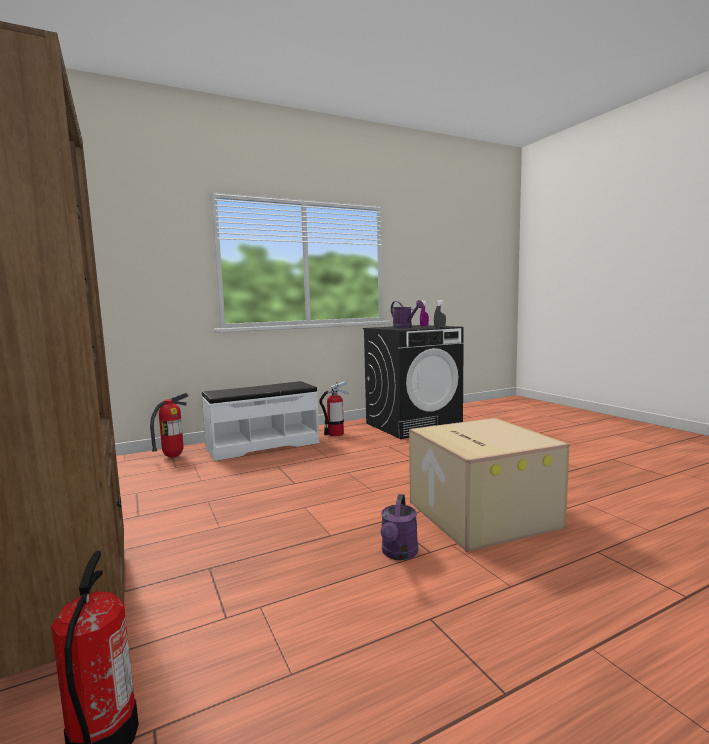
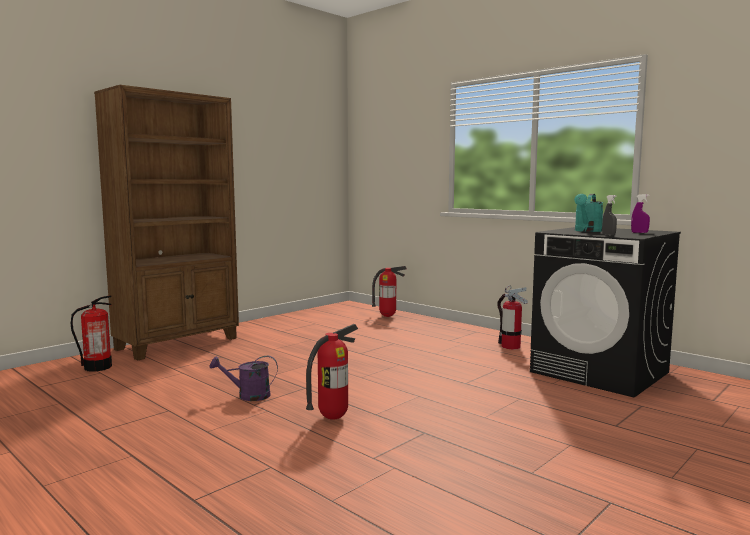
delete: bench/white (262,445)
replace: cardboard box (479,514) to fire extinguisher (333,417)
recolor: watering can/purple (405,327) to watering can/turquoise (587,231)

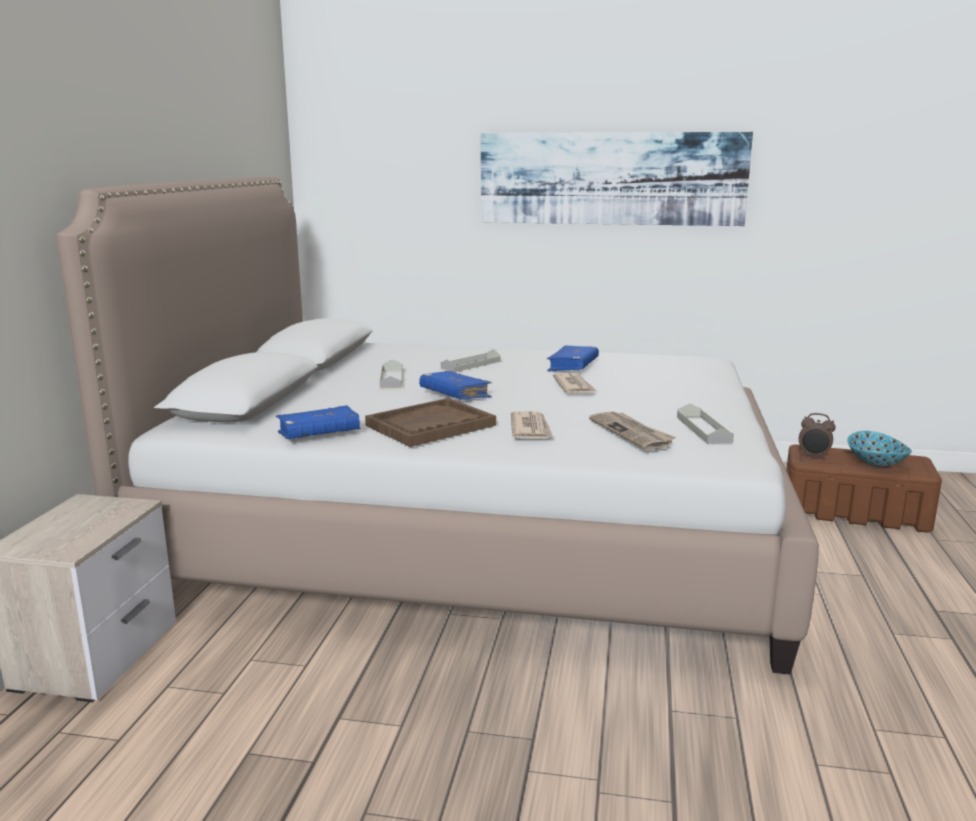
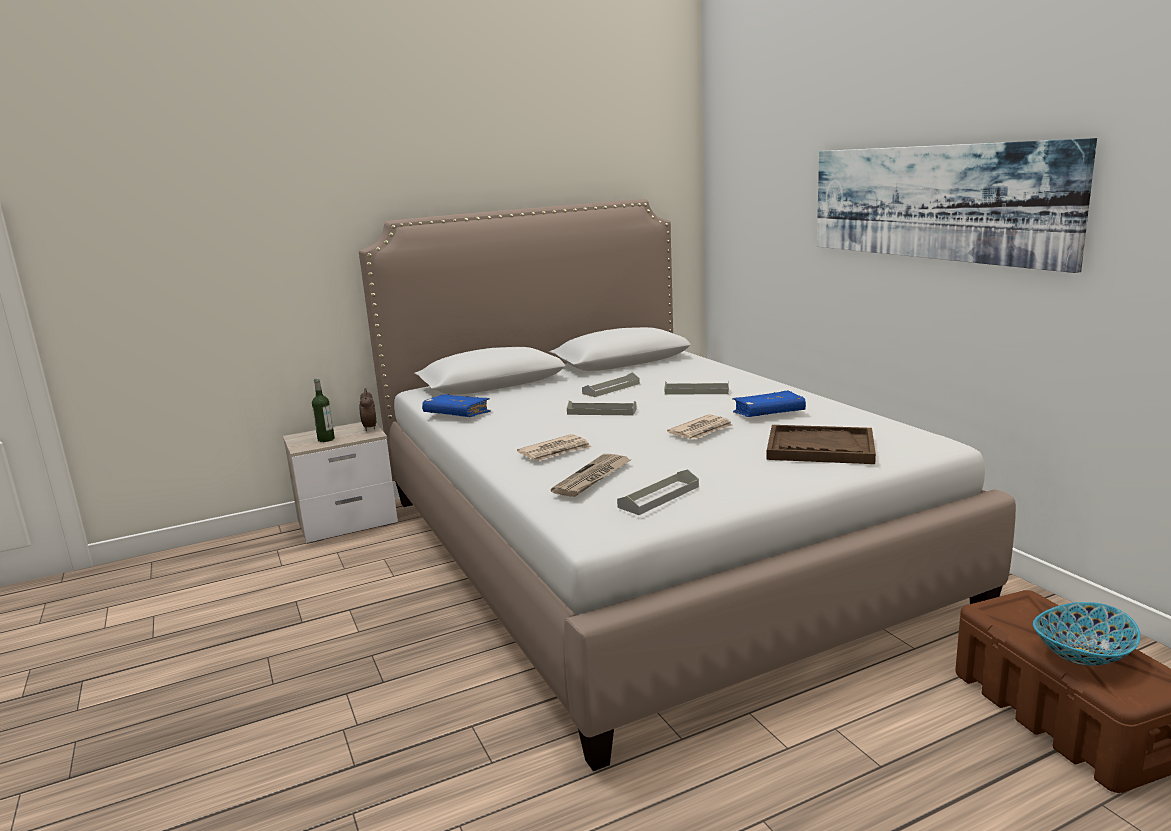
insert: bottle (326,439)
move: tray/brown (430,425) to (820,448); alarm clock (813,456) to (369,428)
replace: book/blue (455,395) to tray/grey (601,411)

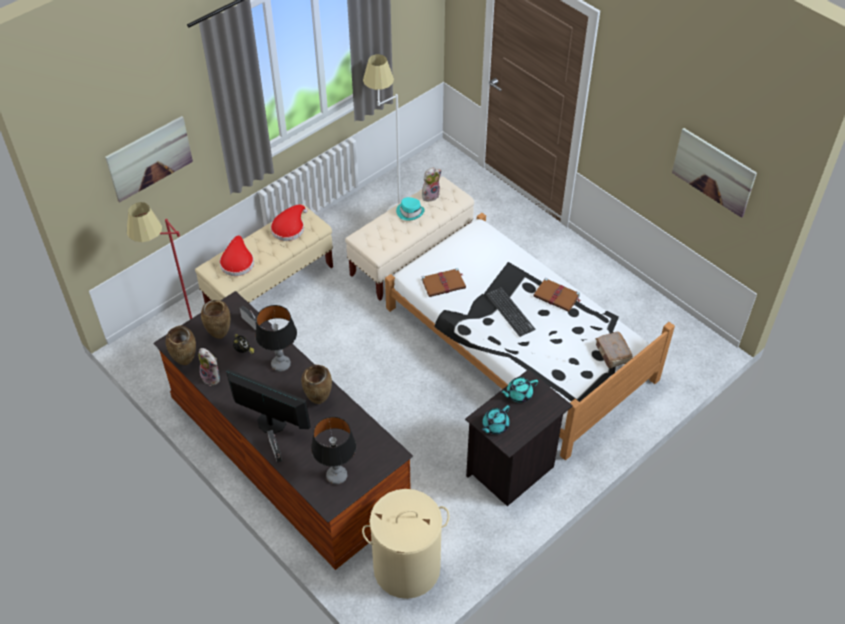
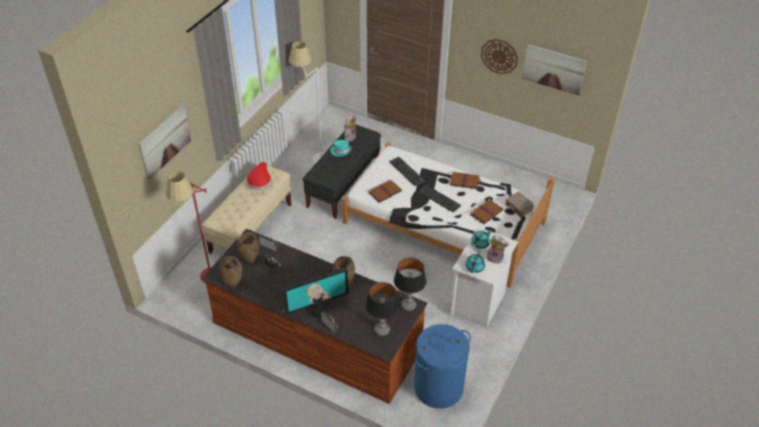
delete: hat/red (237,262)
insert: keyboard (406,171); book/brown (486,212); wall clock (499,56)
move: plush toy (212,377) to (495,258); table lamp (280,364) to (408,305)
recolor: bench/beige (411,257) to bench/black (343,185); laundry basket/beige (406,568) to laundry basket/blue (438,388); nightstand/black (512,470) to nightstand/white (478,304)
rotate: monitor (271,422) = (317,308) 150 degrees clockwise

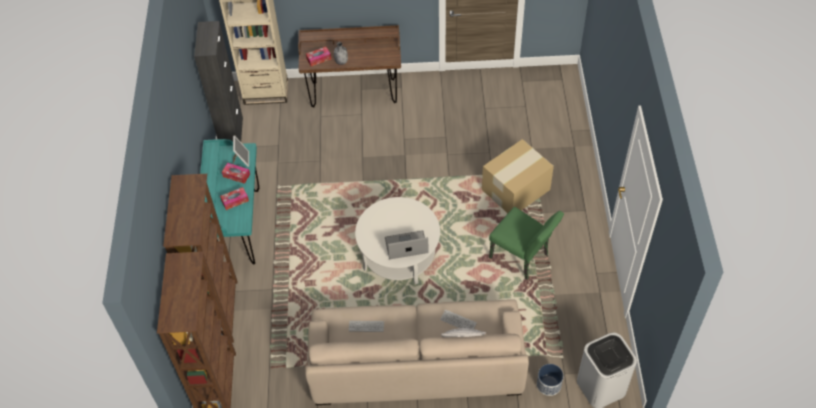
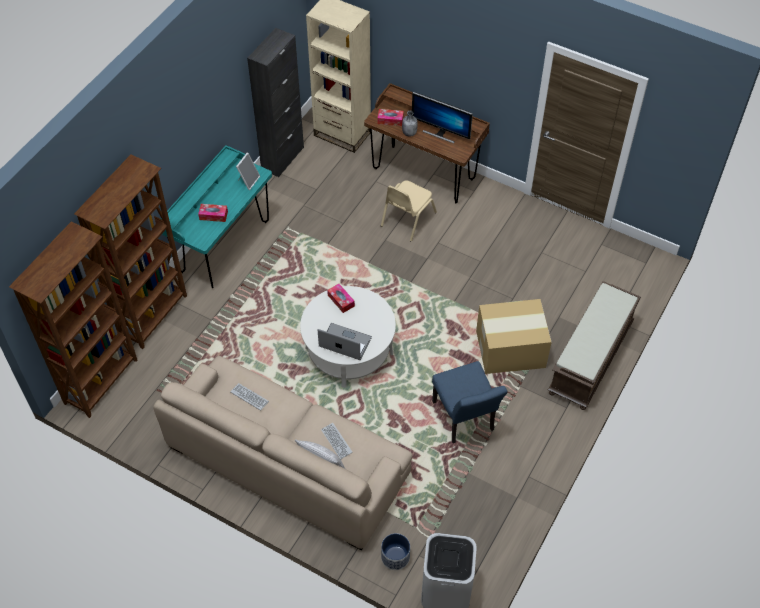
insert: chair/beige (407,219); monitor (440,133); bench/brown (591,359)
move: tissue box (236,175) to (341,300)
recolor: chair/green (522,258) to chair/blue (465,420)

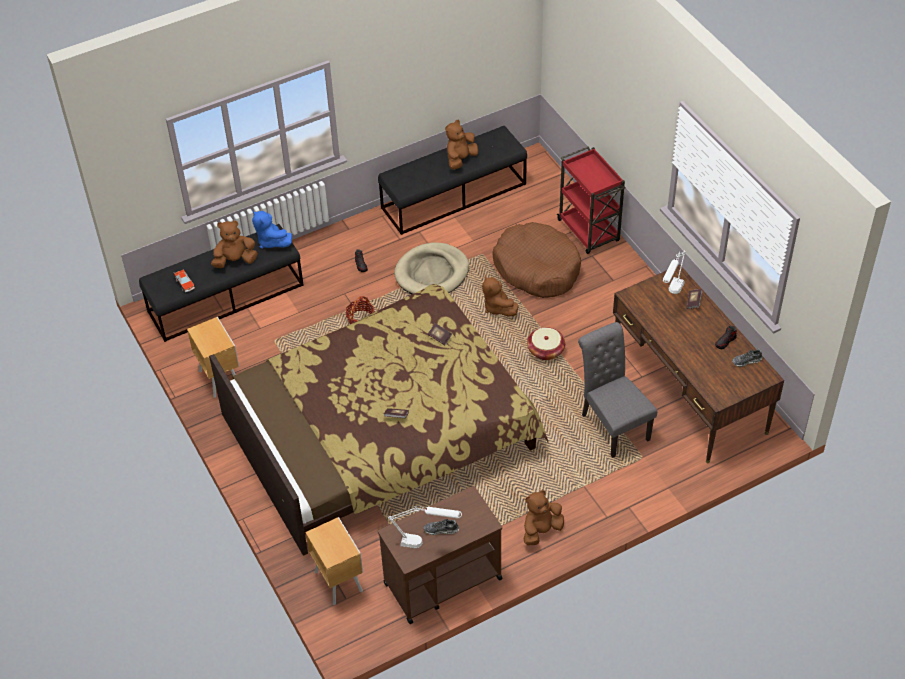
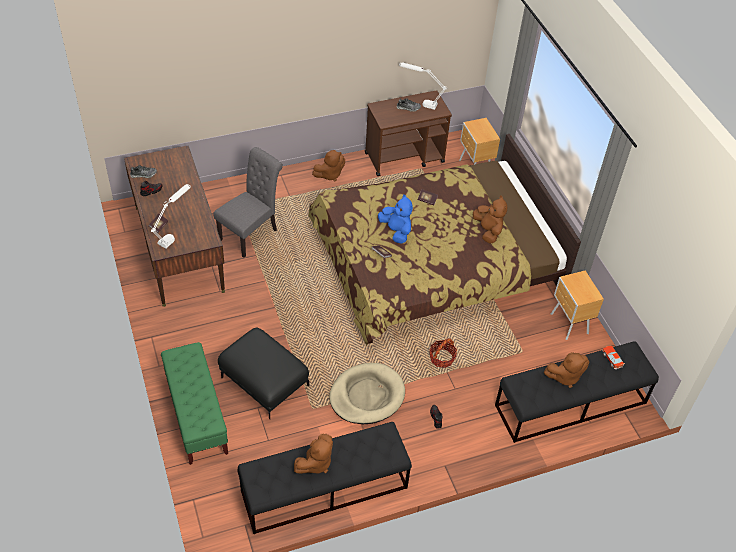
delete: basket (545,350)
move: plush toy/blue (271,241) to (396,231); plush toy/brown (497,307) to (488,231)
replace: dog bed/brown (537,268) to ottoman/black (263,382); cart/red (589,231) to bench/green (196,415)
rotate: chair/grey (612,424) = (251,233) 120 degrees counterclockwise

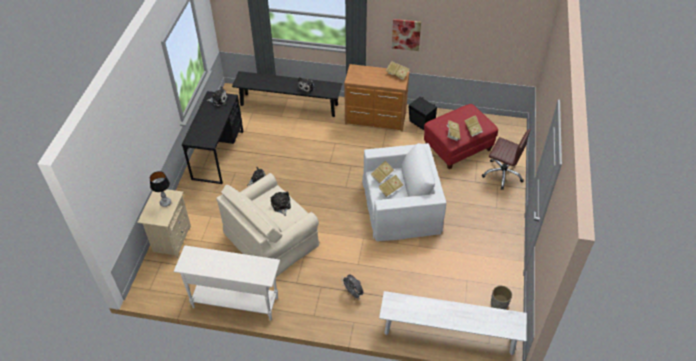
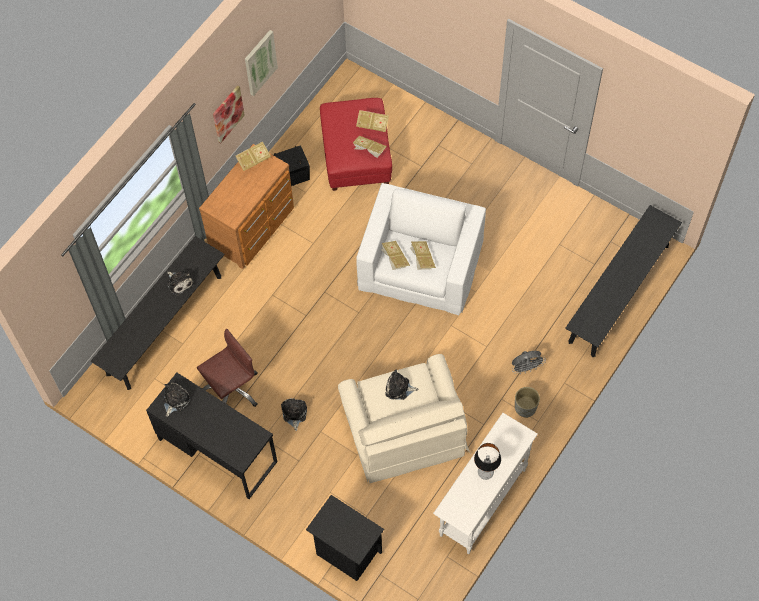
insert: picture (260,62)
move: table lamp (165,202) to (485,472); office chair/brown (502,174) to (231,389); planter/grey (499,304) to (525,407)
recolor: nightstand/beige (171,239) to nightstand/black (346,552); bench/white (449,333) to bench/black (619,293)

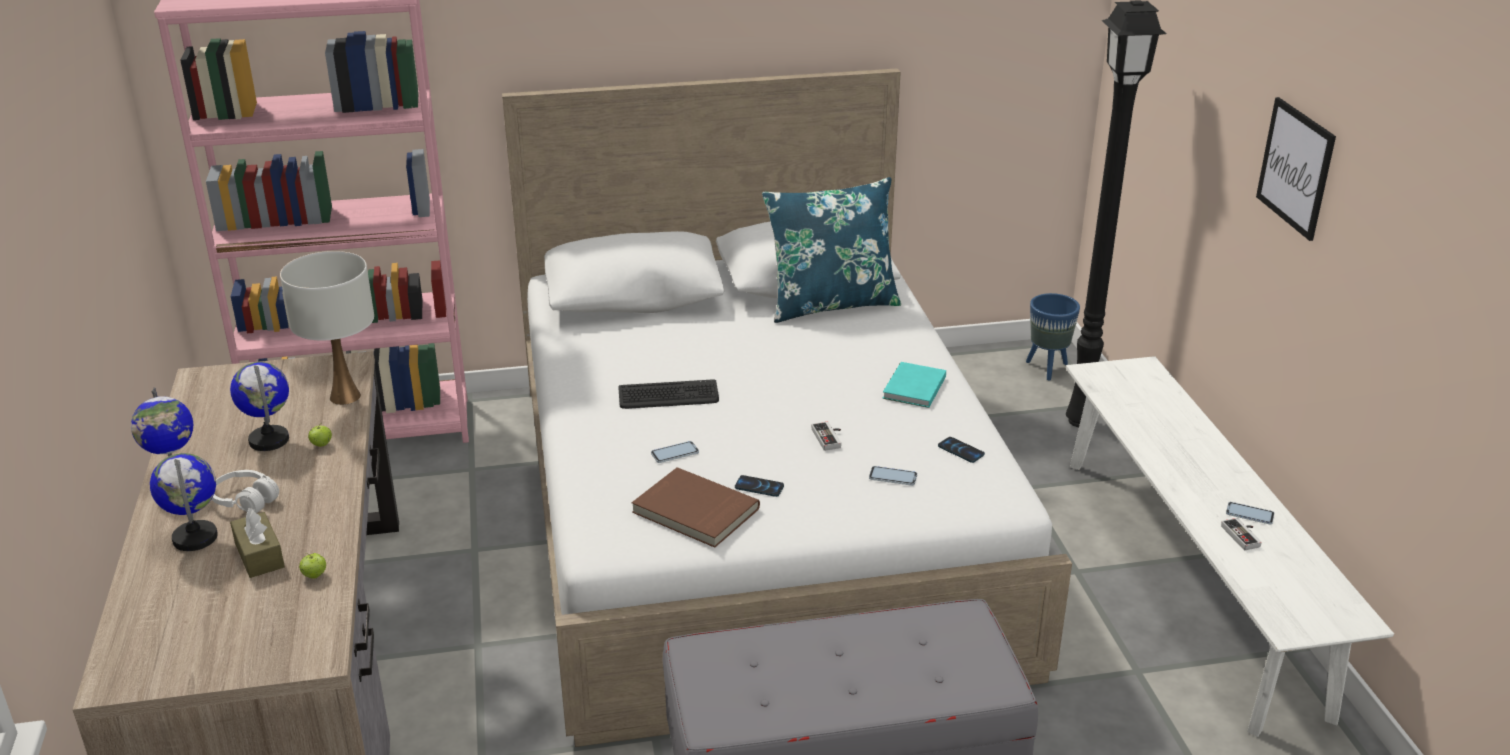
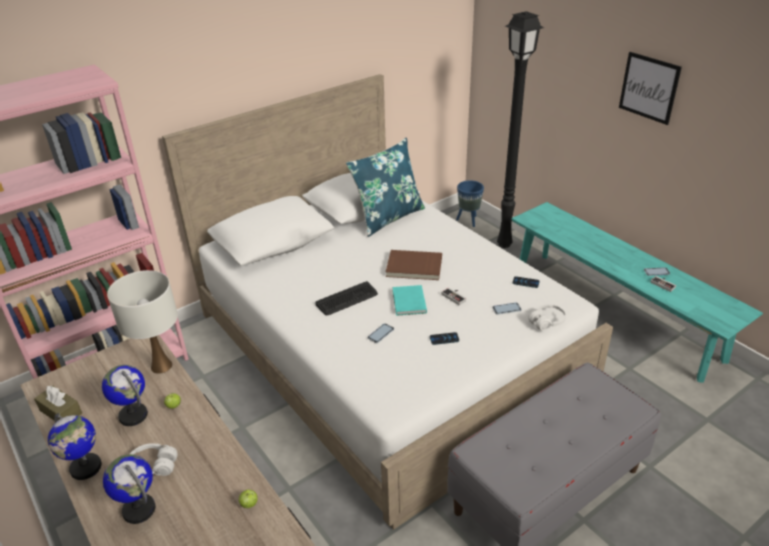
insert: headphones/white (546,321)
move: tissue box/brown (259,555) to (61,412); book/brown (694,512) to (414,267); book/turquoise (912,388) to (408,302)
recolor: bench/white (1188,578) to bench/turquoise (613,311)

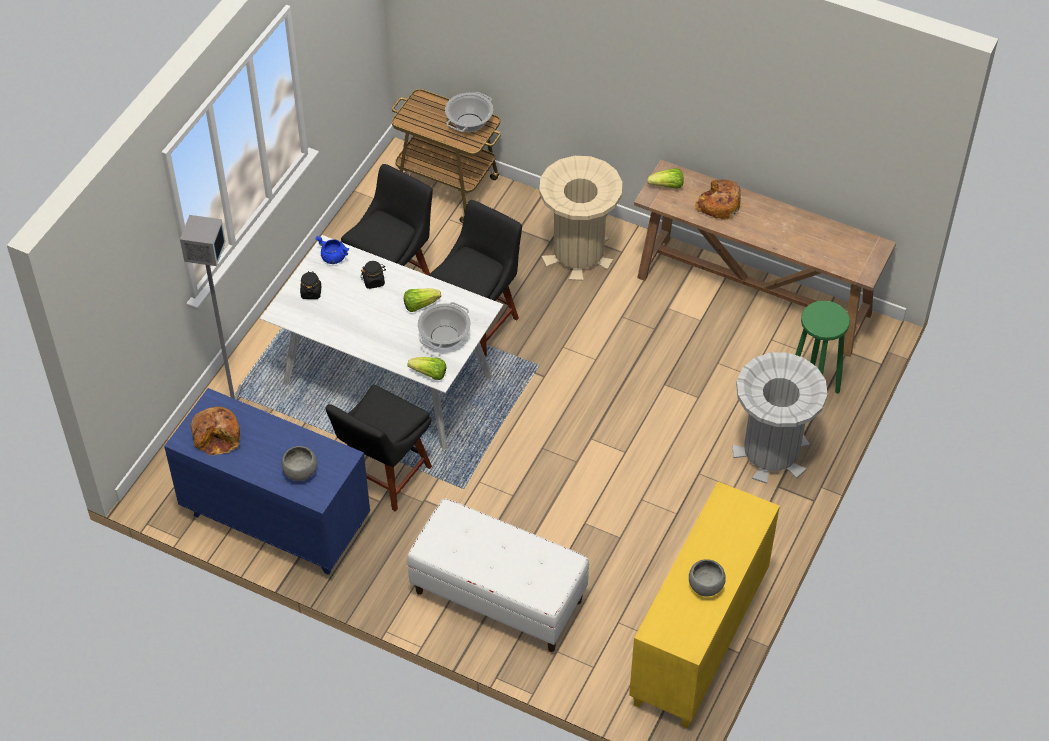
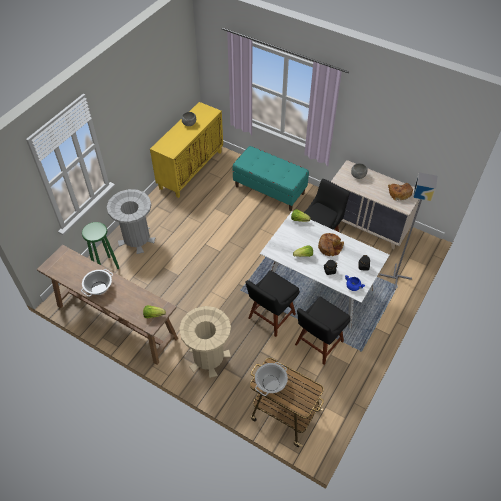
move: cooking pot (444,337) to (99,288); bread (718,204) to (330,247)
recolor: dresser/blue (275,520) to dresser/beige (367,225); bench/white (498,597) to bench/turquoise (270,190)

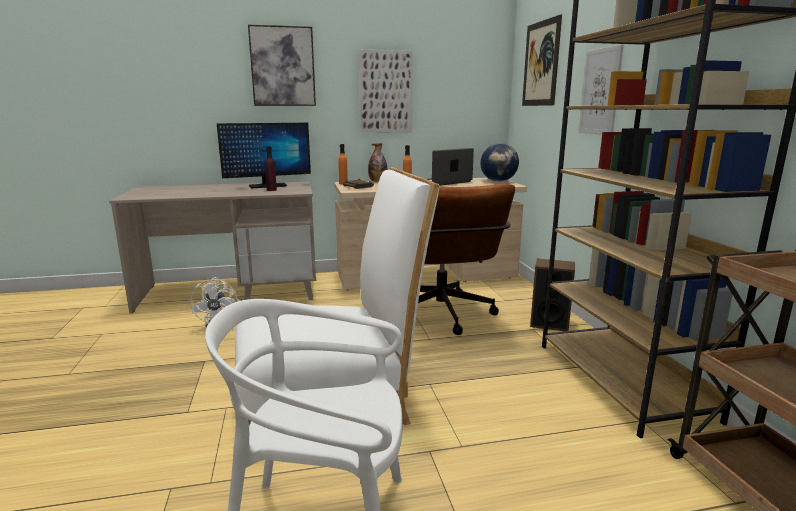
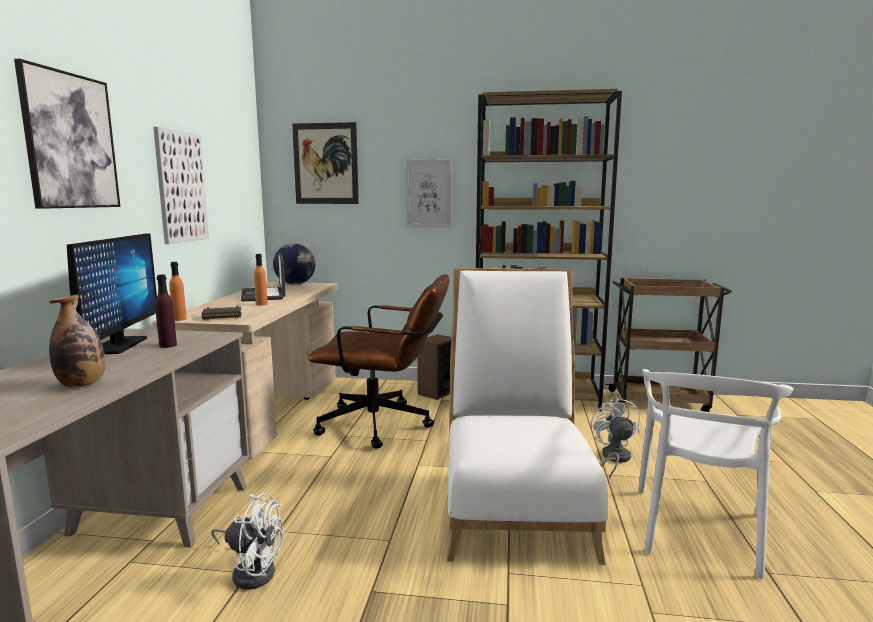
insert: fan/white (613,459)
move: bottle (377,181) to (82,384)

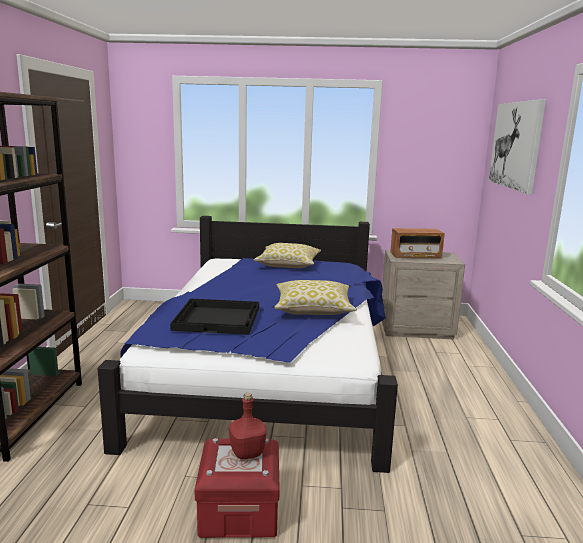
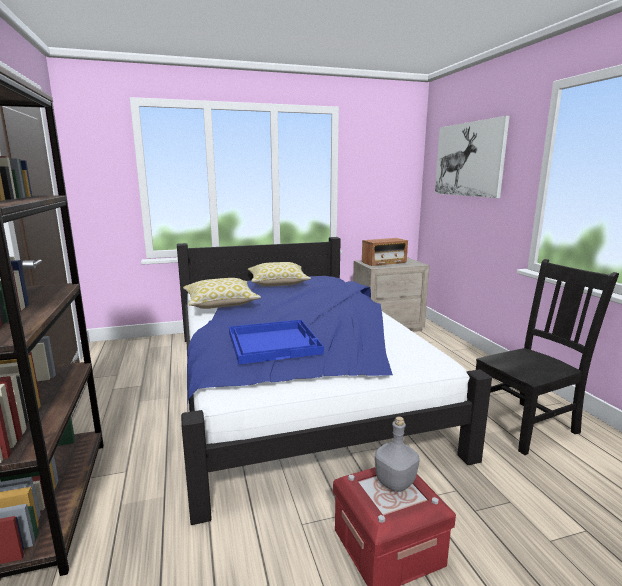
insert: chair/black (526,425)
move: pillow (313,310) to (221,304)
recolor: tray/black (218,318) to tray/blue (274,342); bottle/red (246,453) to bottle/grey (394,483)

